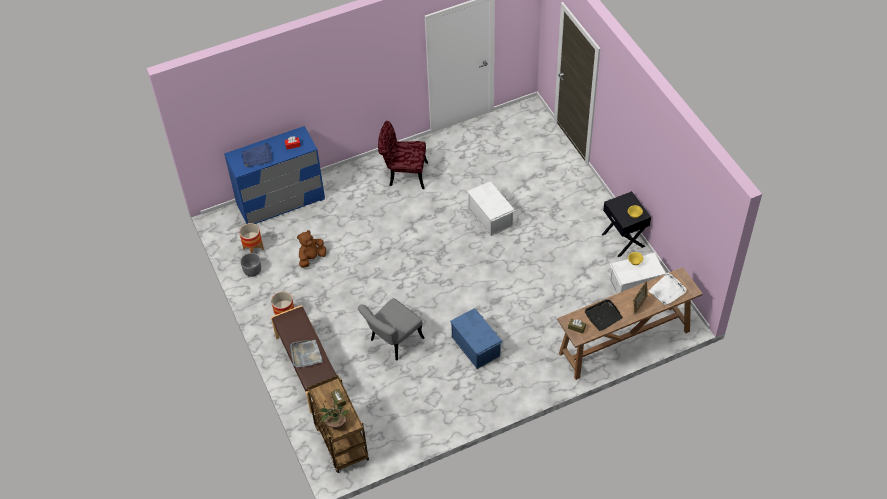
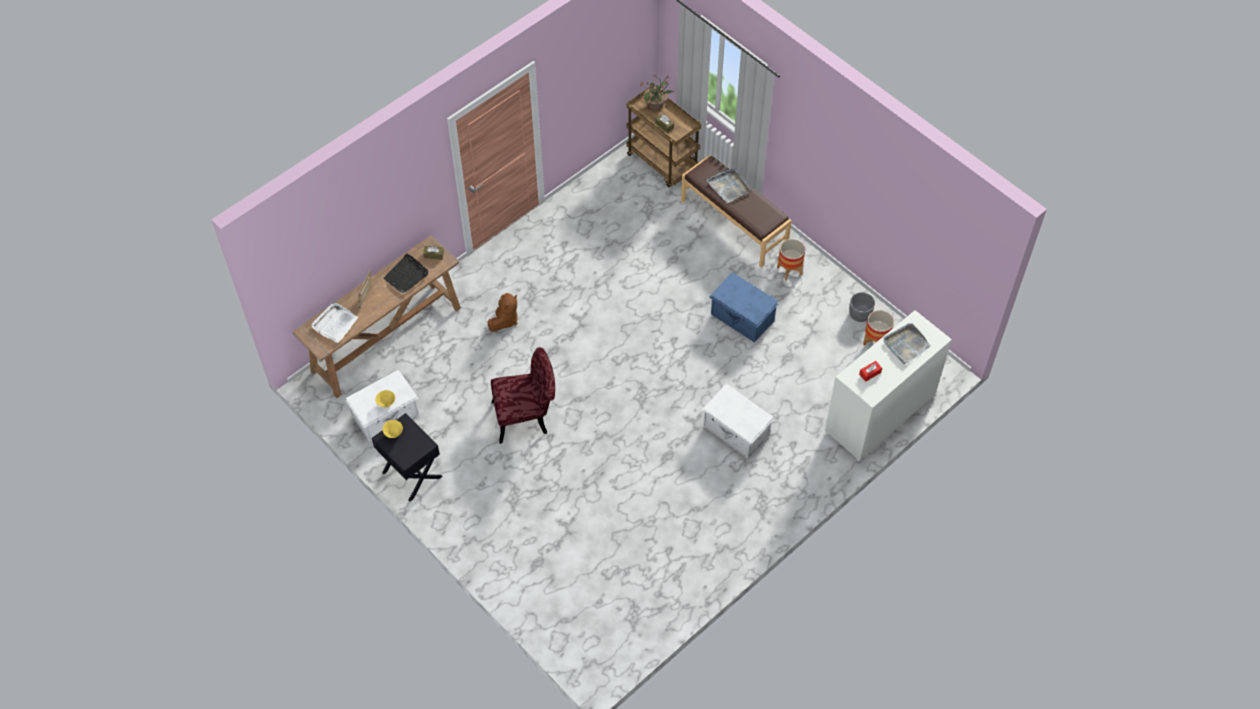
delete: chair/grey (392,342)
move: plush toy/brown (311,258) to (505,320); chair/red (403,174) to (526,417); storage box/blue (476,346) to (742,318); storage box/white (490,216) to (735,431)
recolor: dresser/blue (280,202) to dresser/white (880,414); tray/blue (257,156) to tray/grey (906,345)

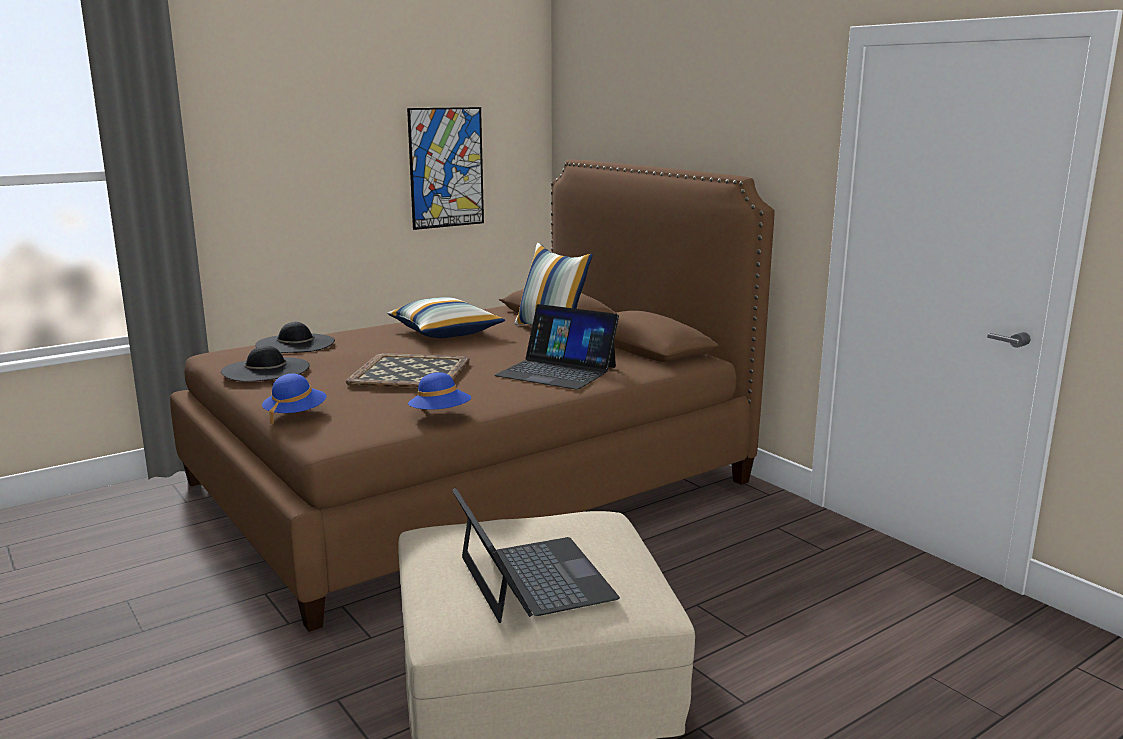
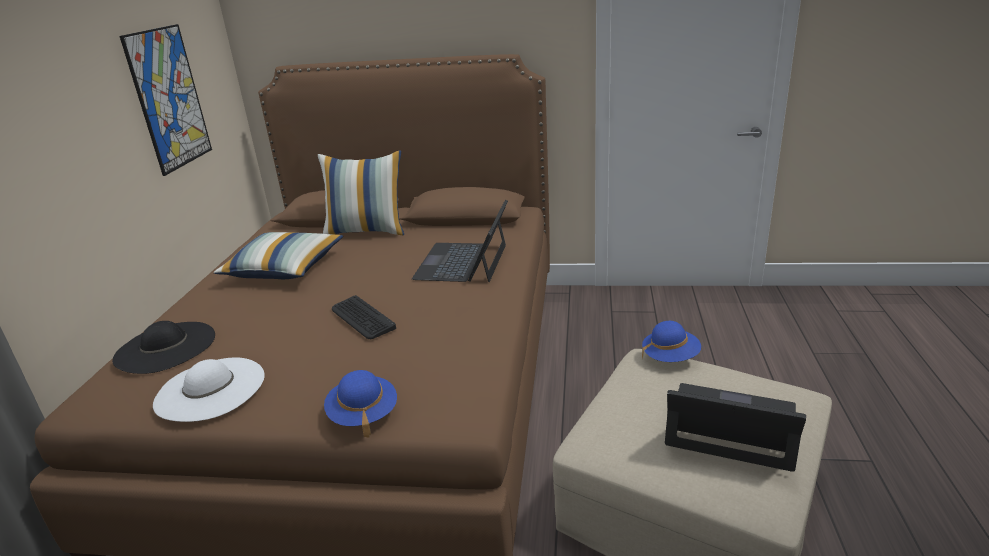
move: hat/blue (440,415) to (670,357)
replace: tray (410,373) to keyboard (362,318)
recolor: hat/black (265,369) to hat/white (210,389)
rotate: laptop (557,371) = (463,262) 120 degrees clockwise

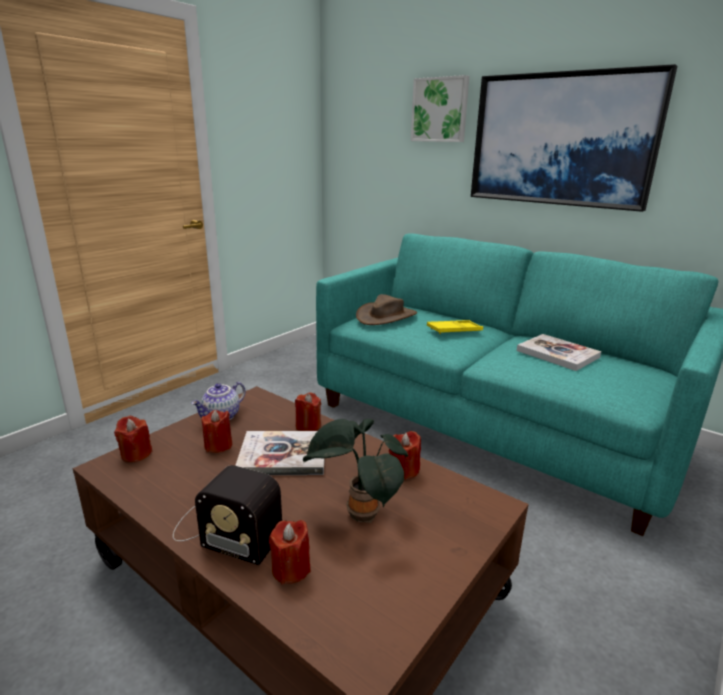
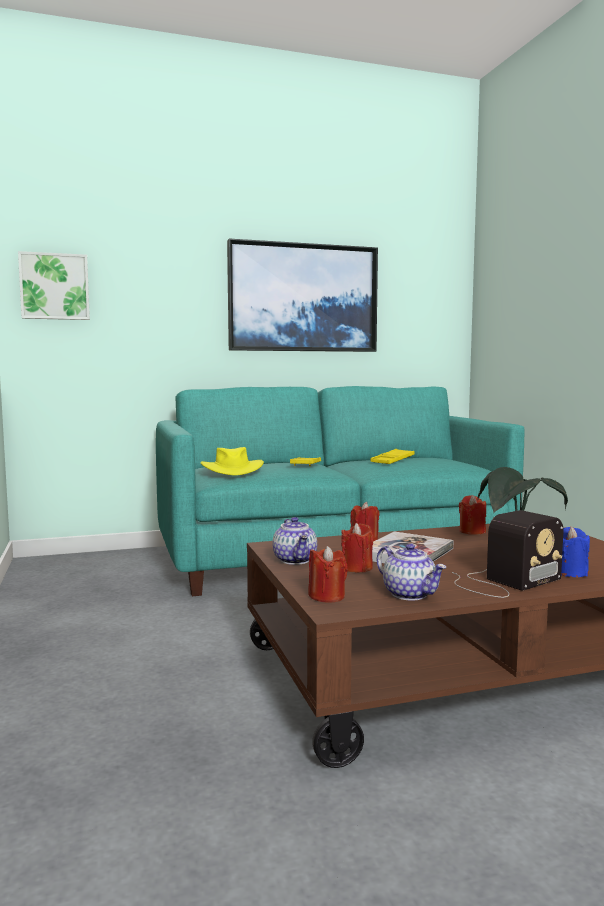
insert: teapot (410,594)
move: picture (440,110) to (55,287)
replace: book (557,354) to tray/yellow (392,460)
recolor: candle/red (291,569) to candle/blue (570,572); hat/brown (386,316) to hat/yellow (232,469)

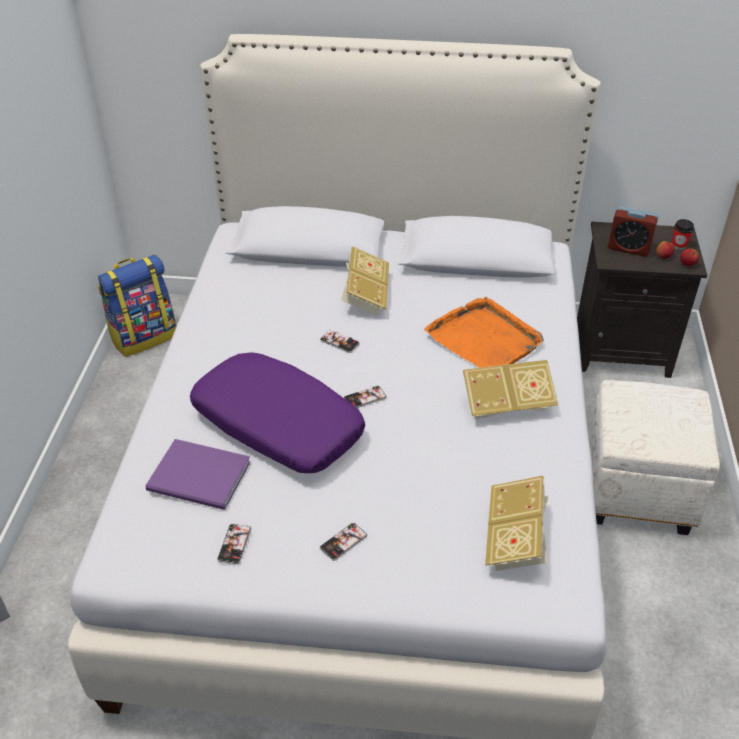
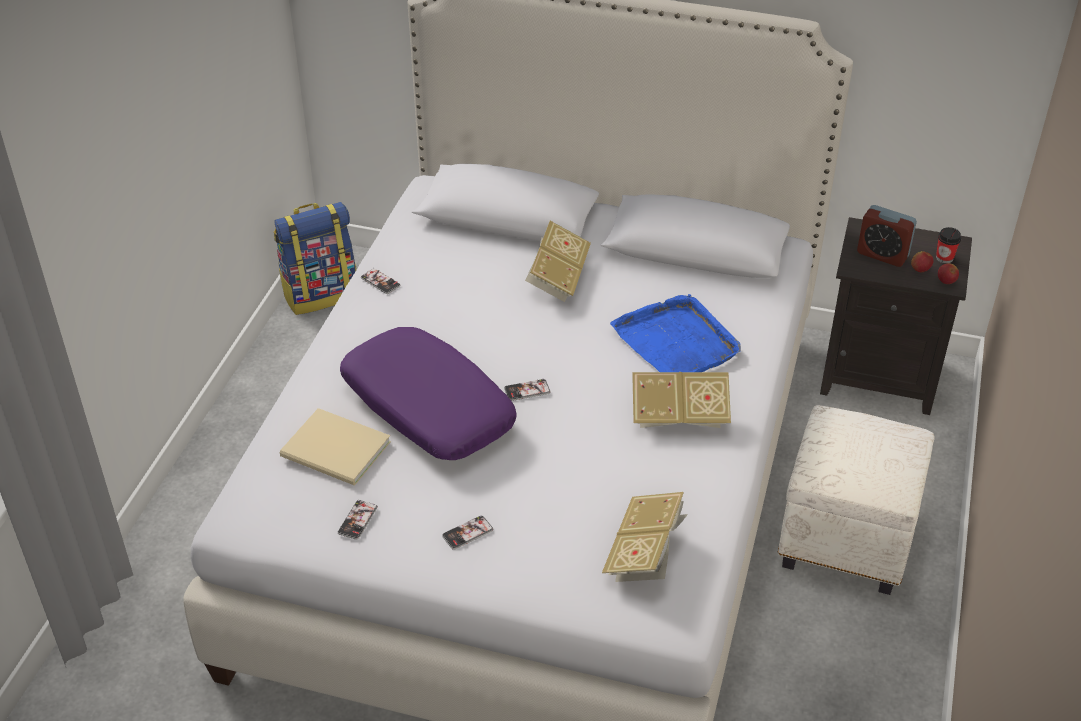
move: phone (339,342) to (380,282)
recolor: book/purple (200,479) to book/beige (337,452); tray/orange (484,339) to tray/blue (677,342)

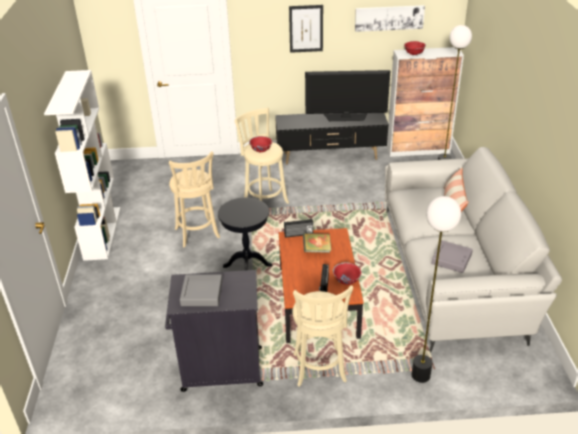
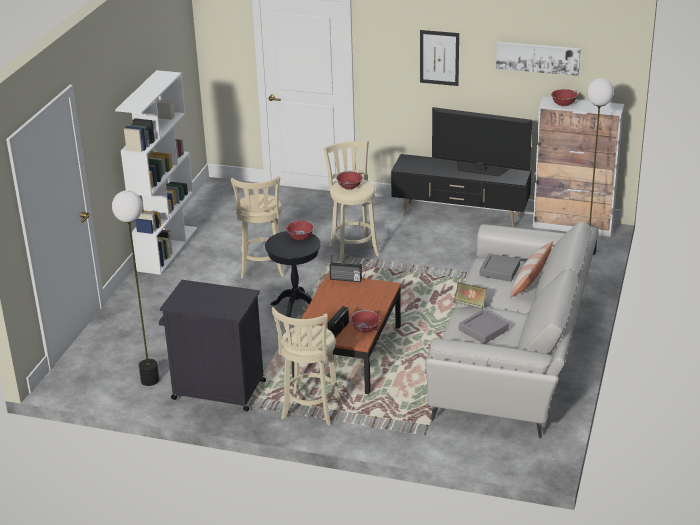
insert: bowl/red (300,236)
move: tray/grey (202,293) to (499,270); book (317,250) to (470,304); floor lamp (420,375) to (149,380)

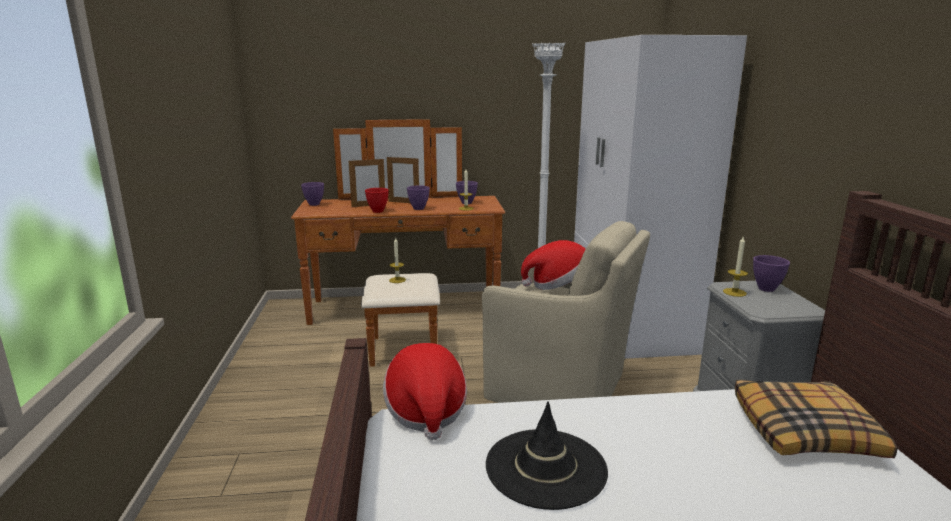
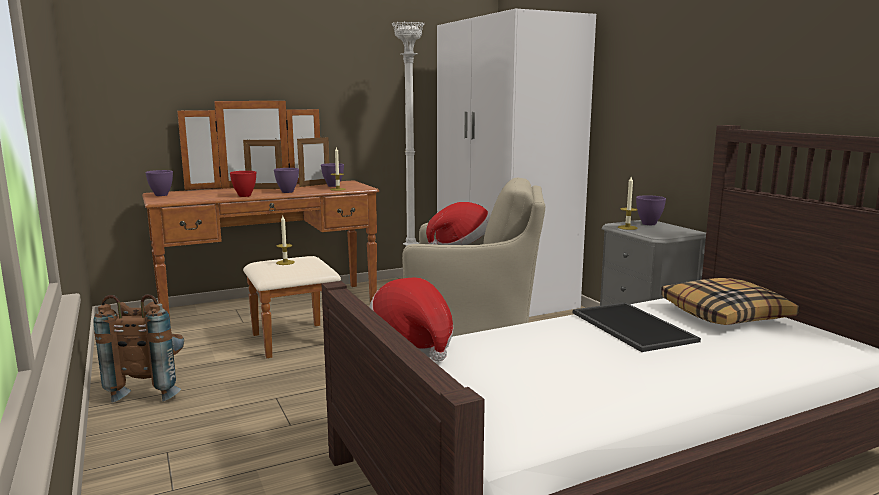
delete: hat/black (545,468)
insert: backpack/brown (150,388); tray (630,326)
move: picture frame (368,205) to (315,185)

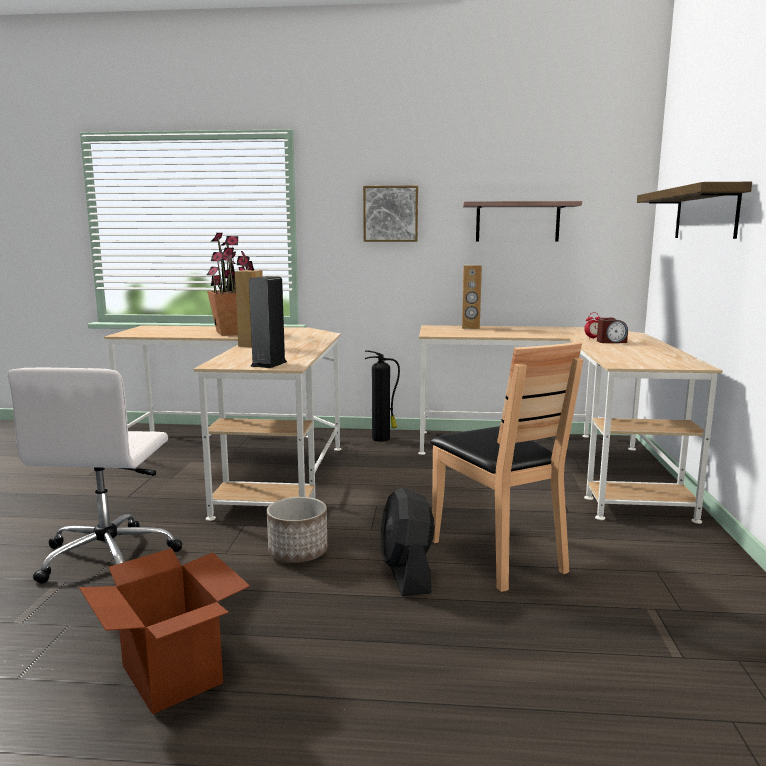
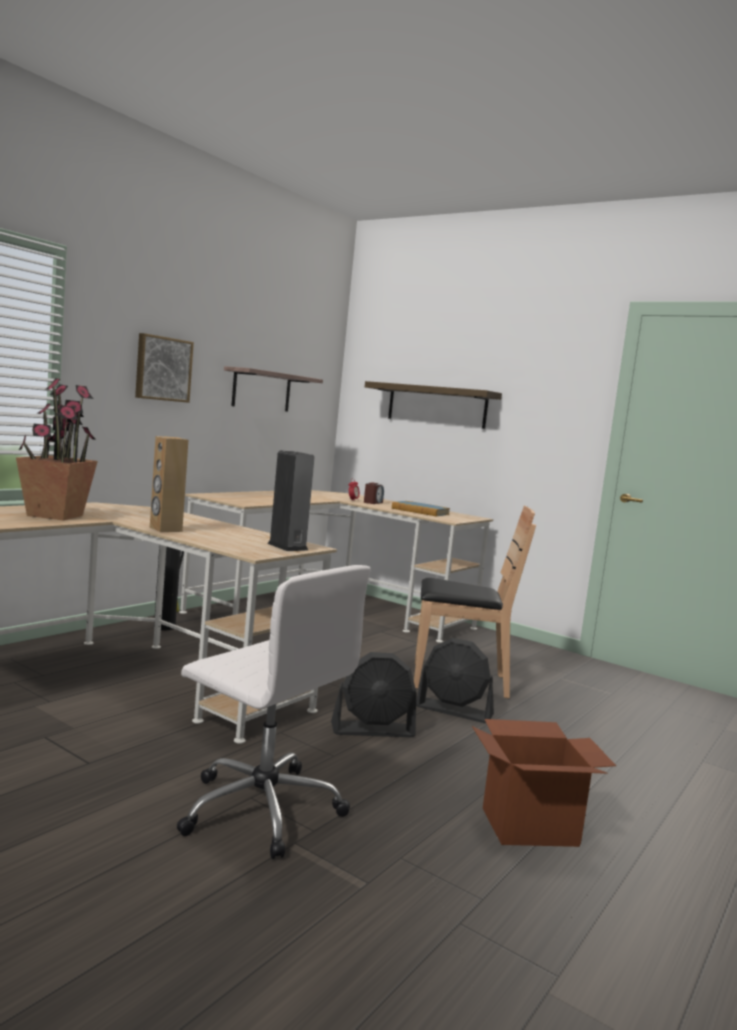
delete: speaker/brown (470,327)
insert: book (420,511)
replace: planter (298,552) to fan/black (373,730)

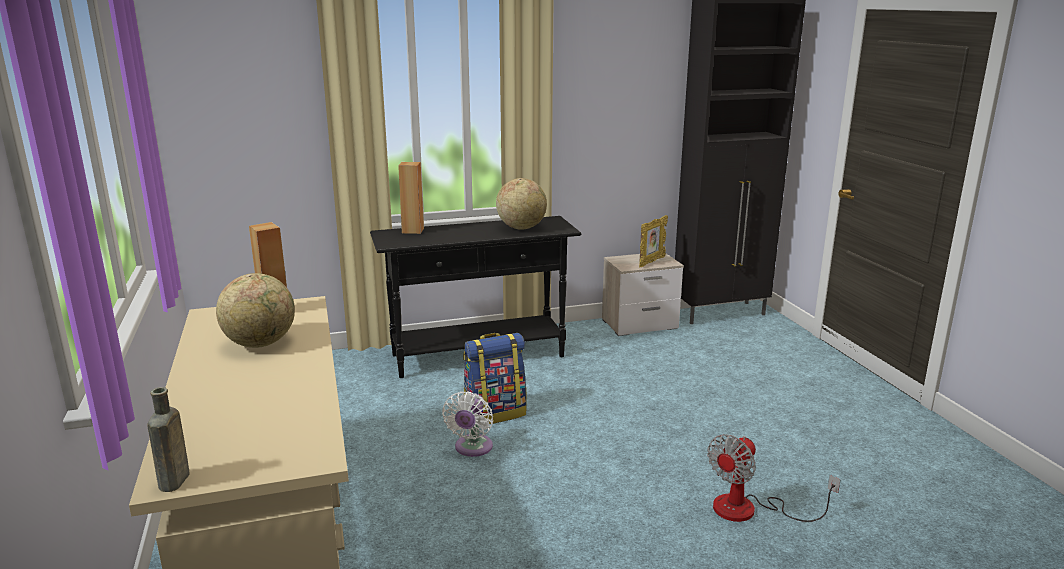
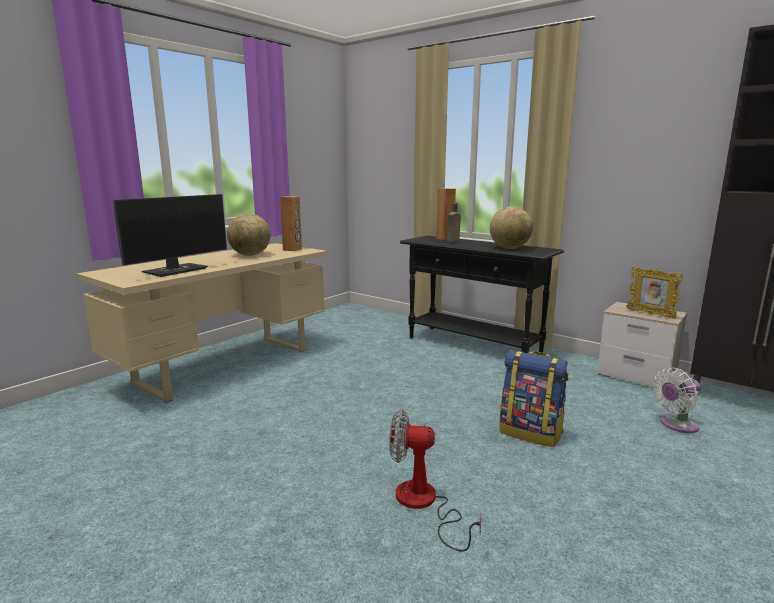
insert: monitor (176,270)
move: bottle/brown (173,482) to (452,241); fan/white (472,448) to (676,425); backpack (495,413) to (531,432)
rotate: picture frame (651,262) = (650,314) 45 degrees clockwise

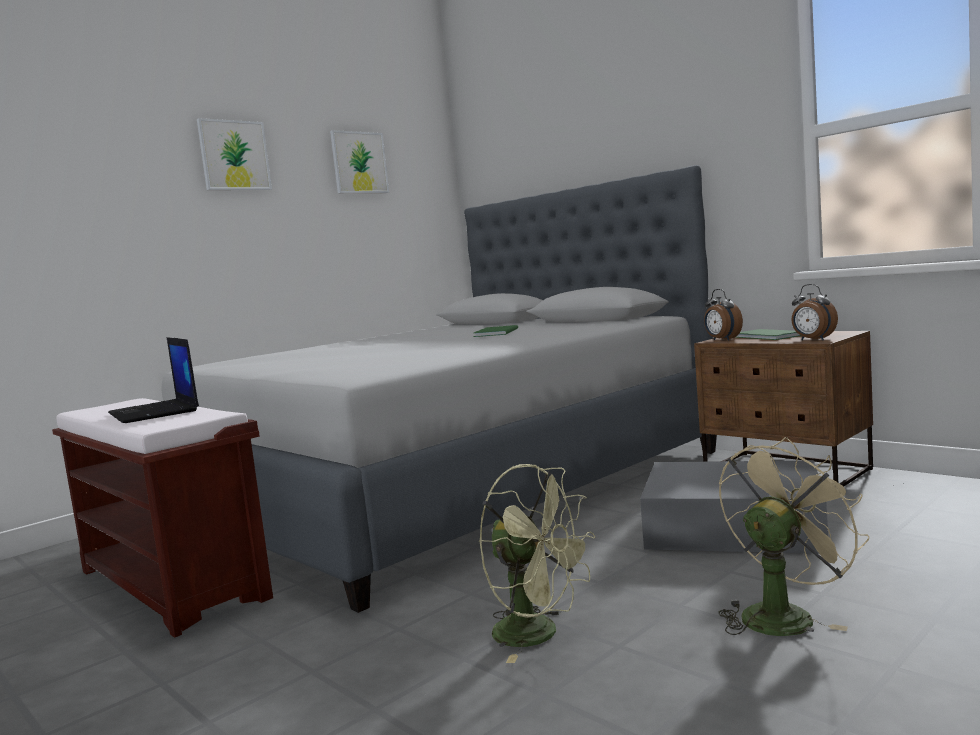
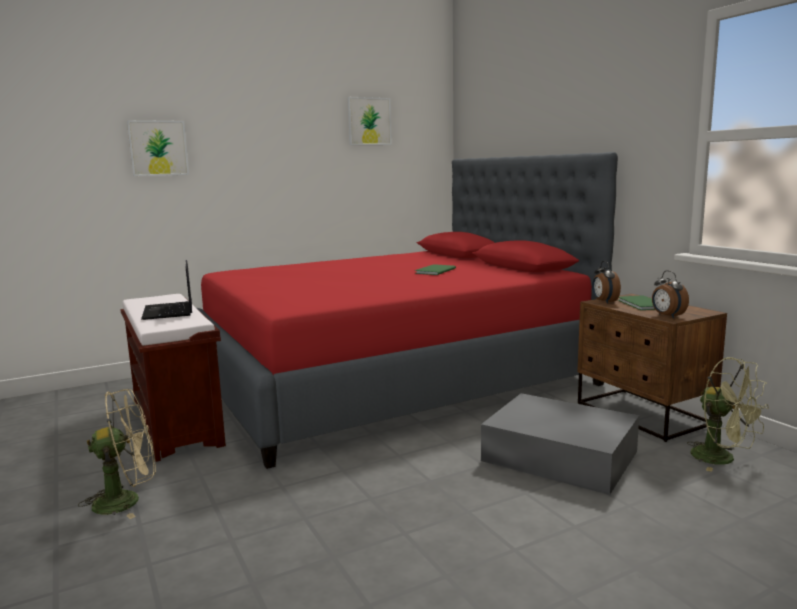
move: picture (234,155) to (158,148); fan/green (539,635) to (722,459); fan/beige (783,614) to (127,500)
recolor: bed/grey (451,486) to bed/red (391,379)

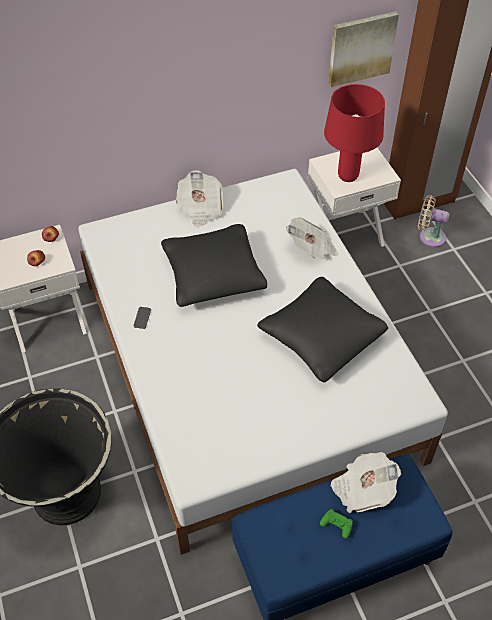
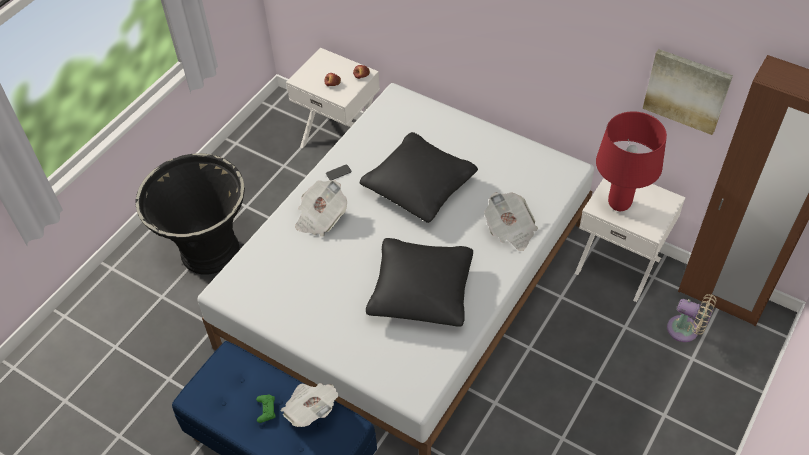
move: newspaper (200,209) to (320,218)
rotate: fan/beige (429,237) = (686,330) 135 degrees clockwise

